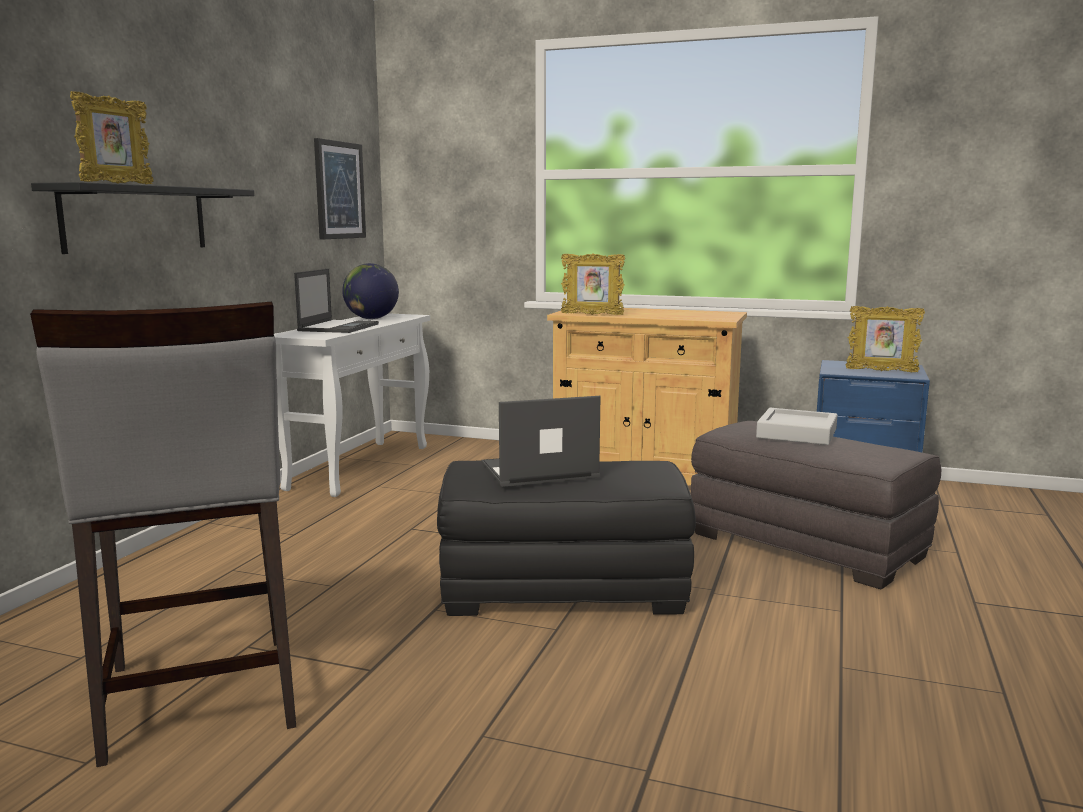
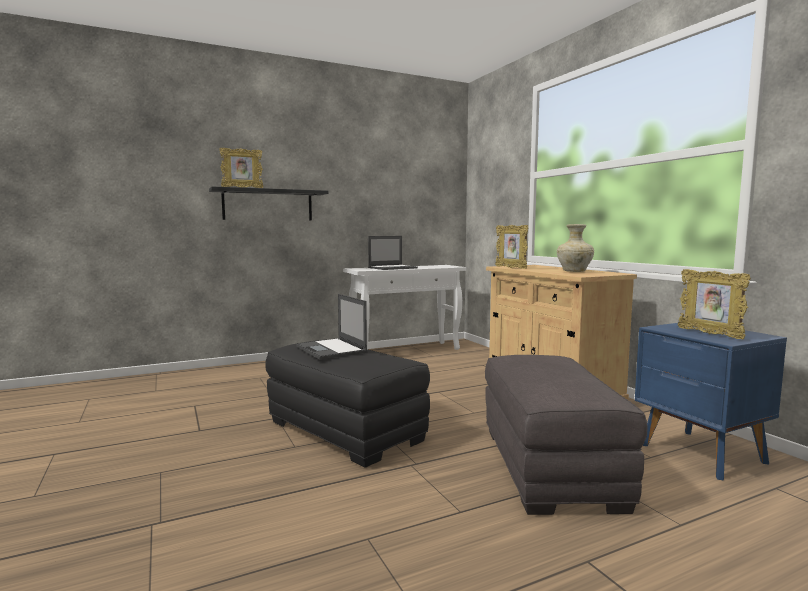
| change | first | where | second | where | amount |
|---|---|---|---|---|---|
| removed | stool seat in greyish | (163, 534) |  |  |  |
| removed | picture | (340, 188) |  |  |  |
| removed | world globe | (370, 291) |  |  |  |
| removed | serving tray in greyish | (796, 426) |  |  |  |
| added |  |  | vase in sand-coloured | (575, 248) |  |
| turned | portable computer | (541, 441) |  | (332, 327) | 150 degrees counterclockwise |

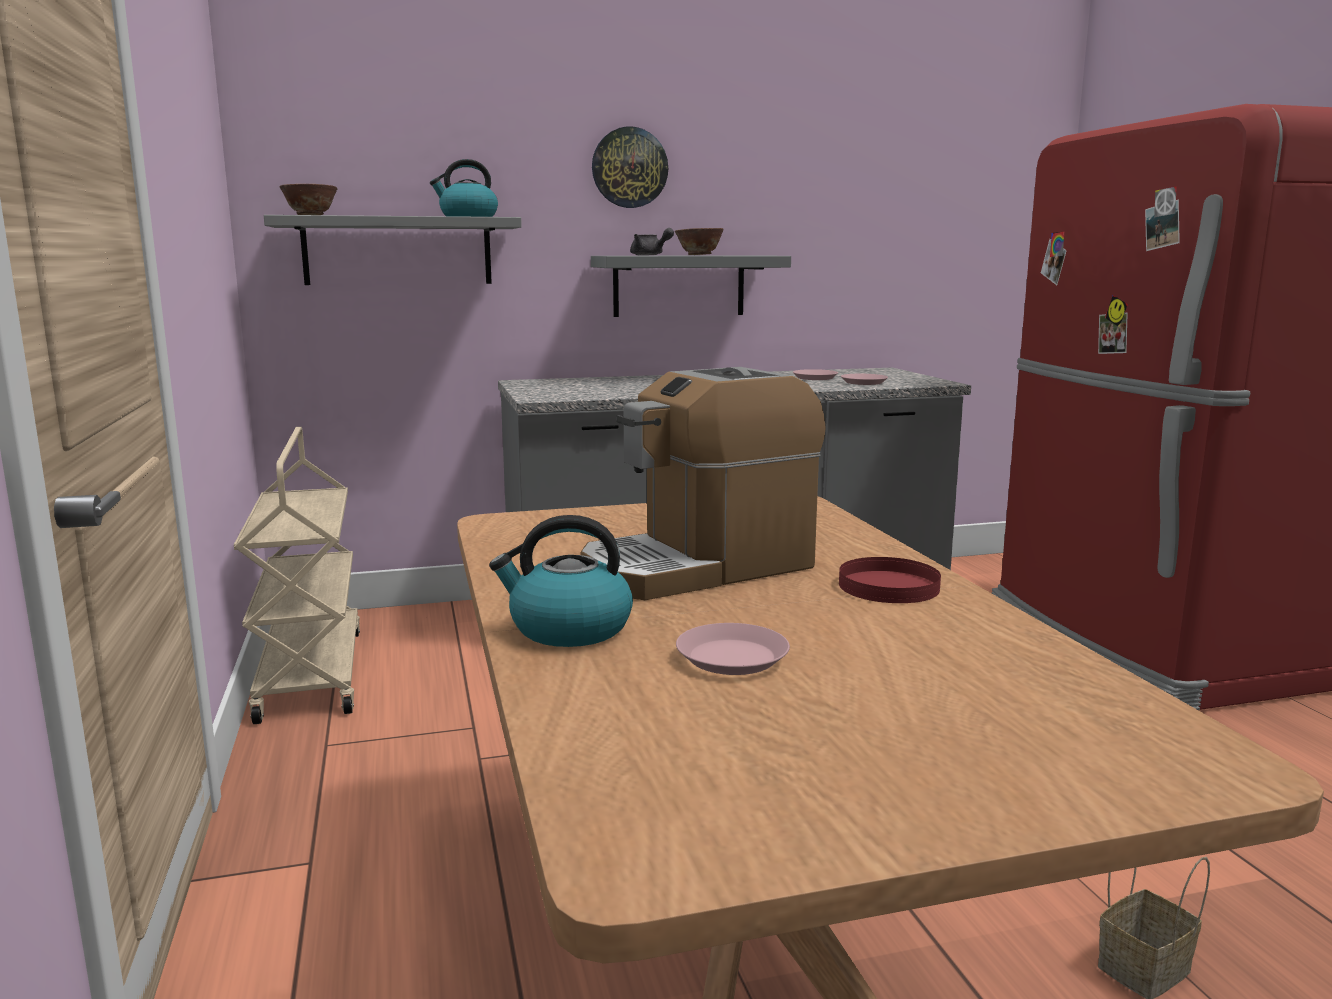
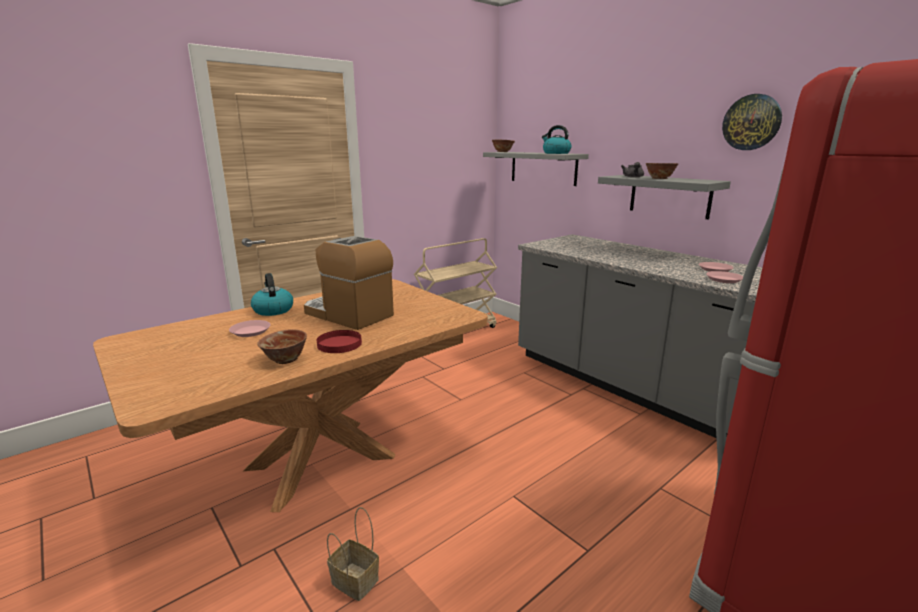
| change | first | where | second | where | amount |
|---|---|---|---|---|---|
| added |  |  | deep dish | (282, 346) |  |
| moved | hanging clock | (630, 167) |  | (752, 122) |  |

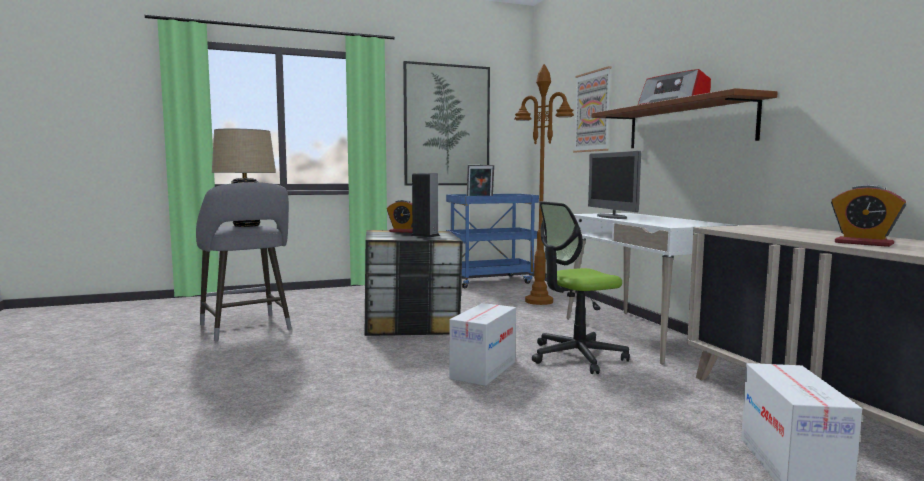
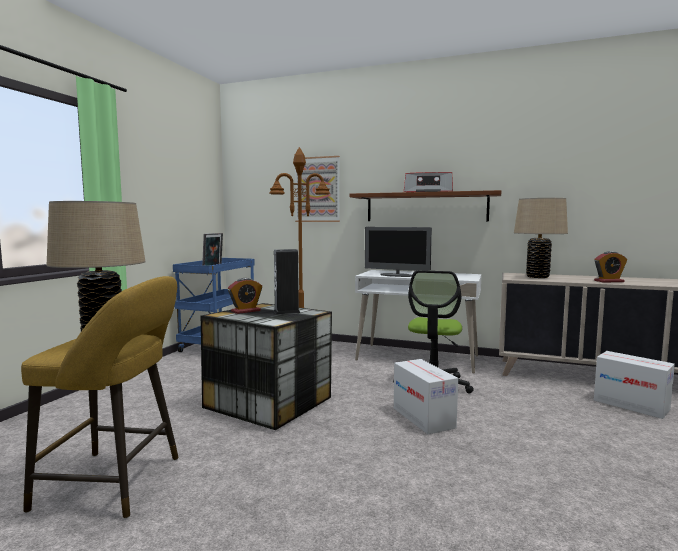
| change | first | where | second | where | amount |
|---|---|---|---|---|---|
| removed | picture | (446, 123) |  |  |  |
| added |  |  | tabletop lamp in sand-coloured | (541, 238) |  |
| recoloured | stool seat in greyish | (244, 262) | stool seat in yellow | (99, 397) |  |

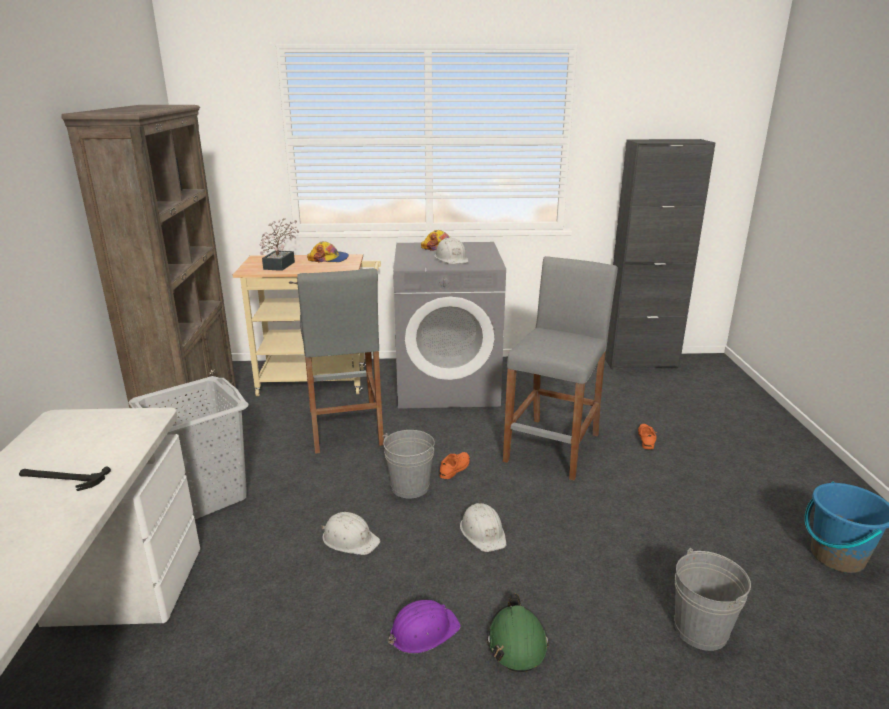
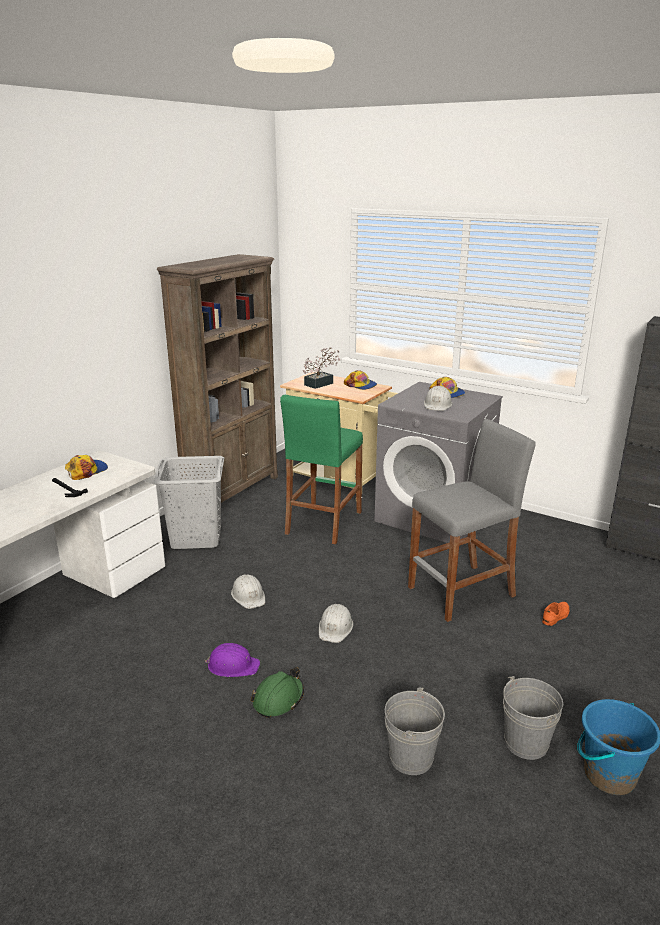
| change | first | where | second | where | amount |
|---|---|---|---|---|---|
| removed | low shoe in orange | (455, 465) |  |  |  |
| added |  |  | cap | (86, 467) |  |
| moved | pail in greyish | (409, 464) |  | (533, 718) |  |
| recoloured | stool seat in greyish | (340, 361) | stool seat in greenish | (321, 469) |  |

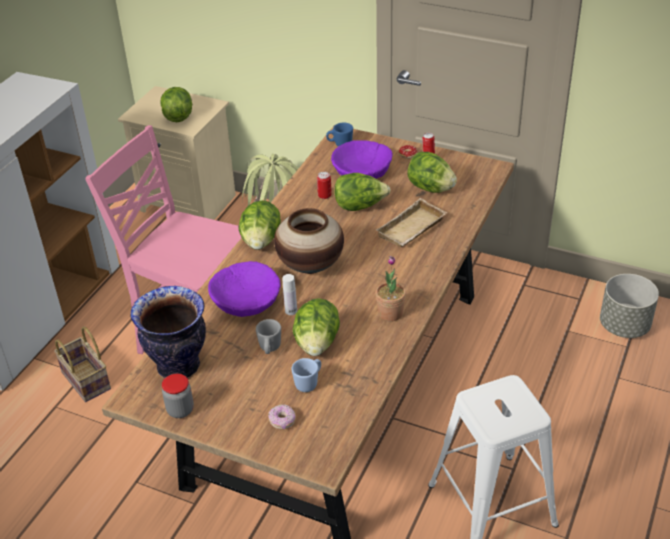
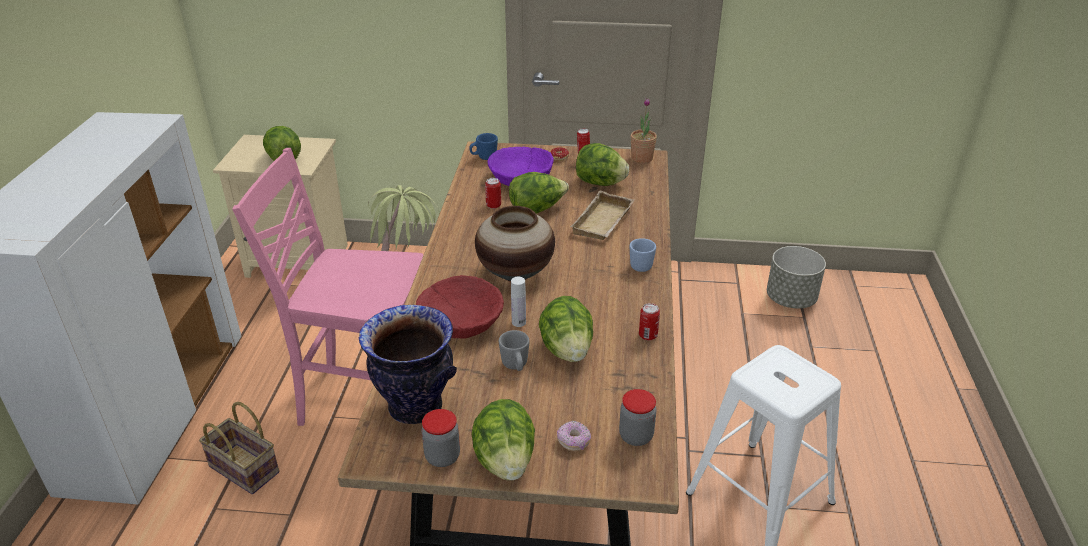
| change | first | where | second | where | amount |
|---|---|---|---|---|---|
| added |  |  | preserve jar | (638, 417) |  |
| added |  |  | metal can | (649, 322) |  |
| moved | head of lettuce | (260, 225) |  | (503, 440) |  |
| moved | coffee mug in bluish | (306, 375) |  | (643, 255) |  |
| moved | potted plant | (391, 288) |  | (643, 130) |  |
| recoloured | deep dish in purple | (244, 289) | deep dish in red-coloured | (460, 307) |  |

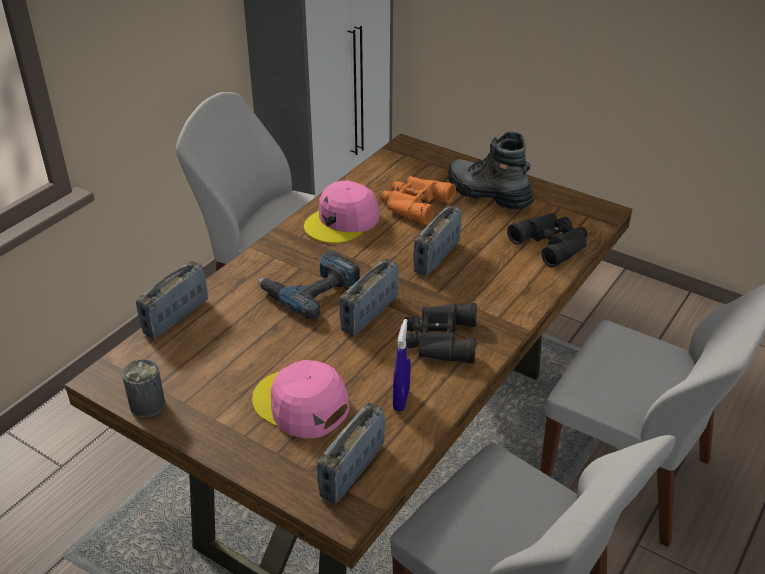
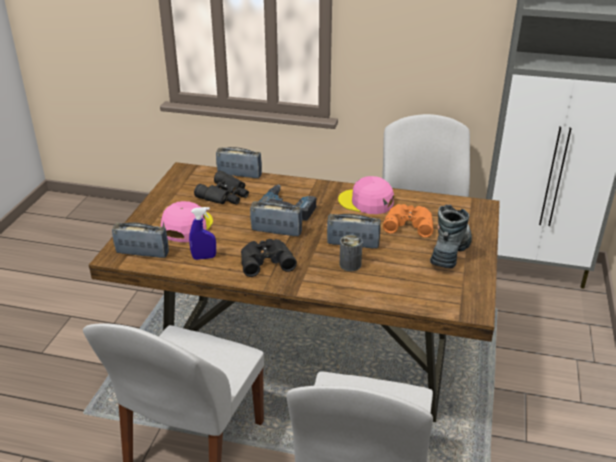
| change | first | where | second | where | amount |
|---|---|---|---|---|---|
| moved | metal can | (143, 388) |  | (351, 253) |  |
| moved | pair of binoculars in black-coloured | (547, 240) |  | (221, 187) |  |

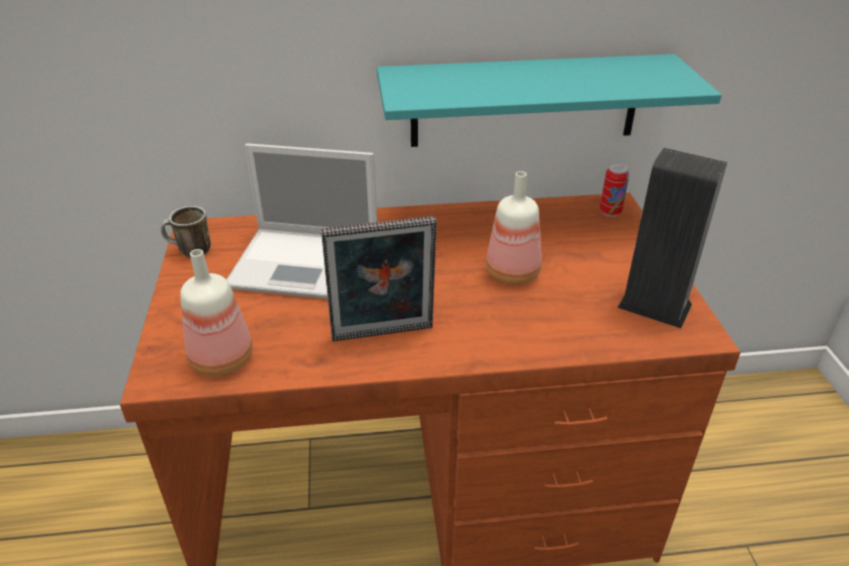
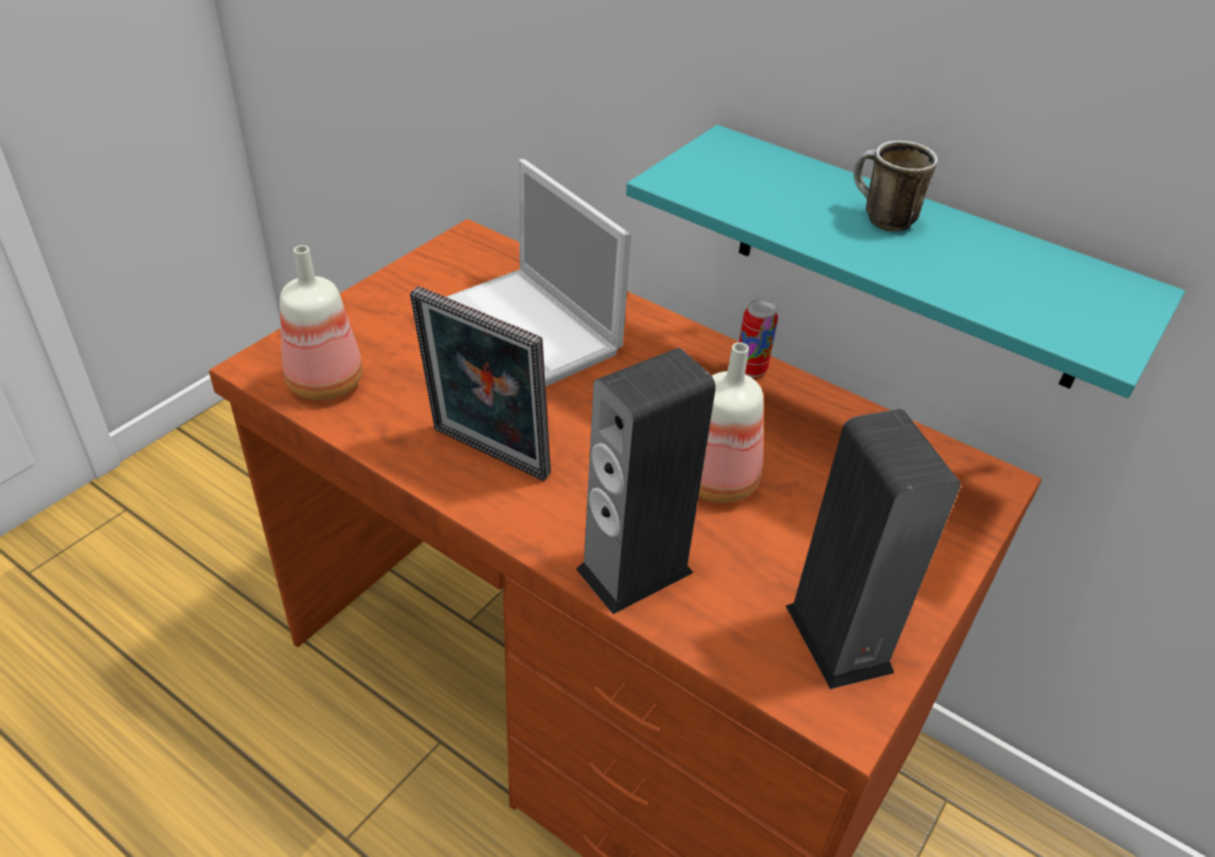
| change | first | where | second | where | amount |
|---|---|---|---|---|---|
| added |  |  | audio speaker | (646, 481) |  |
| moved | coffee mug | (186, 232) |  | (896, 186) |  |
| moved | metal can | (614, 190) |  | (758, 338) |  |

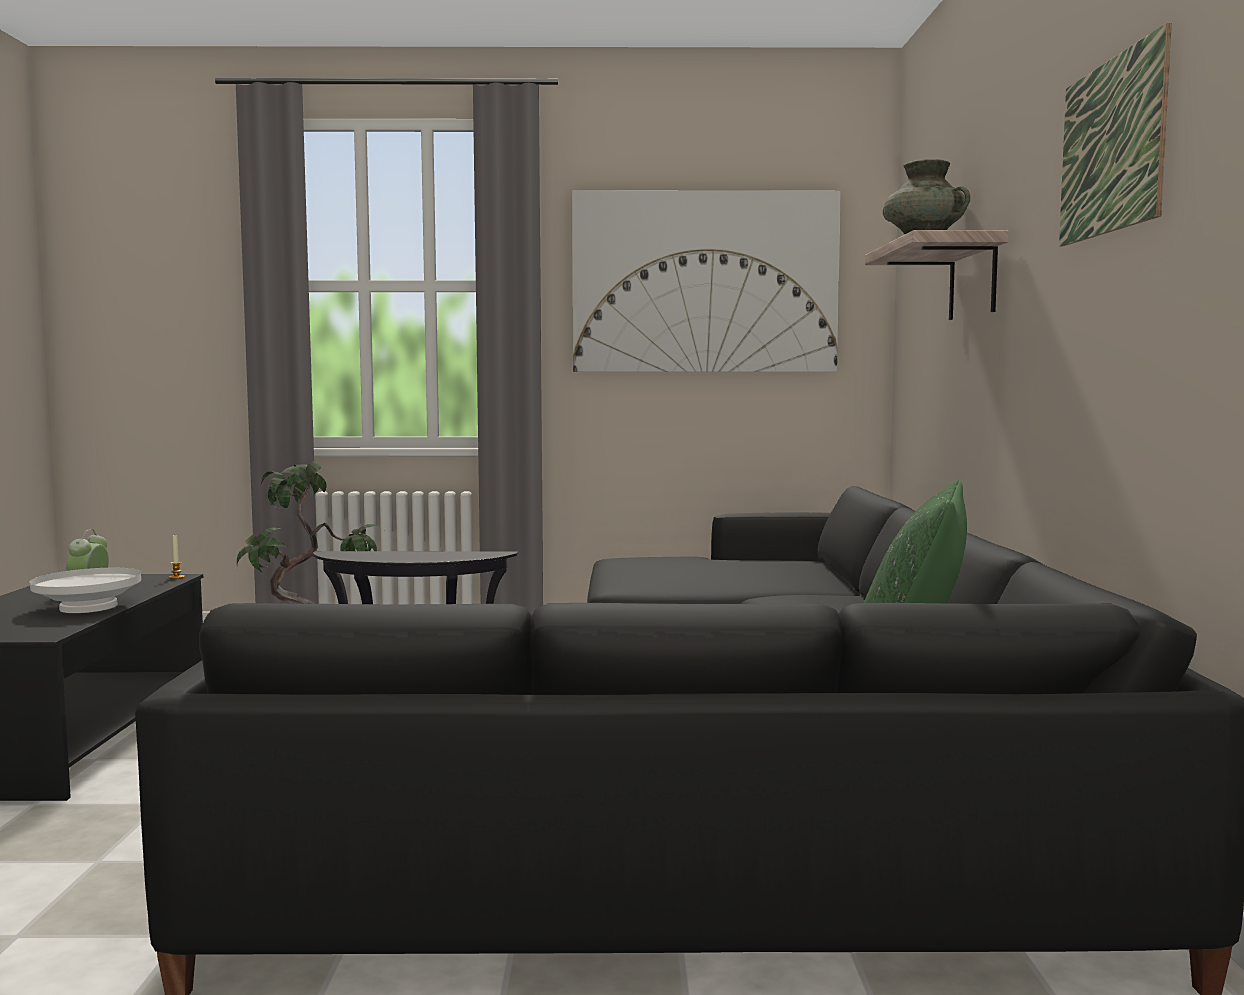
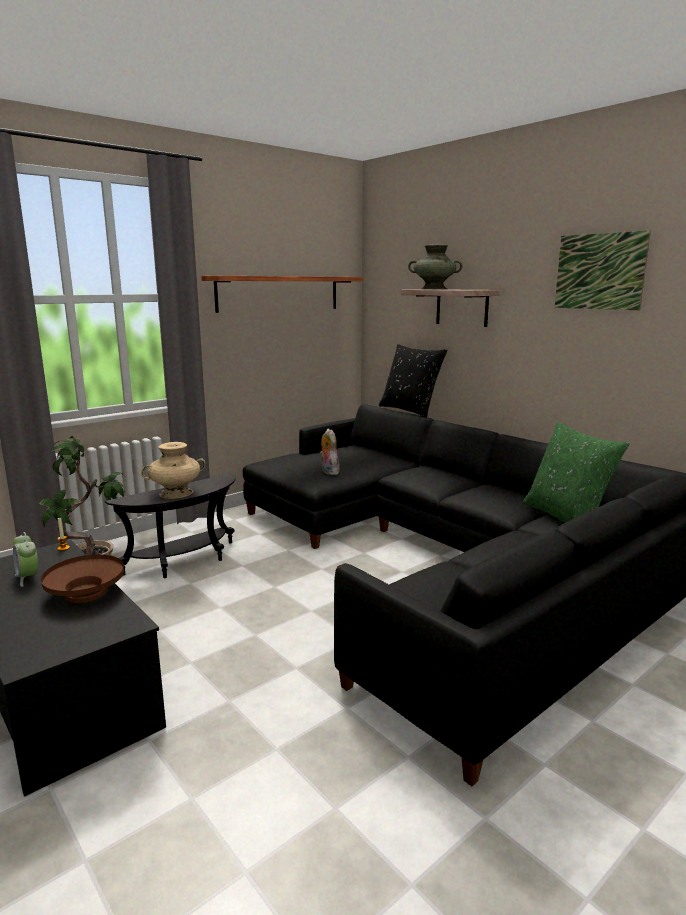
| change | first | where | second | where | amount |
|---|---|---|---|---|---|
| added |  |  | vase in sand-coloured | (173, 470) |  |
| added |  |  | soft toy | (329, 452) |  |
| added |  |  | cushion in black-coloured | (413, 381) |  |
| replaced | picture | (706, 281) | shelf | (282, 294) |  |
| recoloured | deep dish in whitish | (85, 590) | deep dish in brown | (82, 578) |  |

